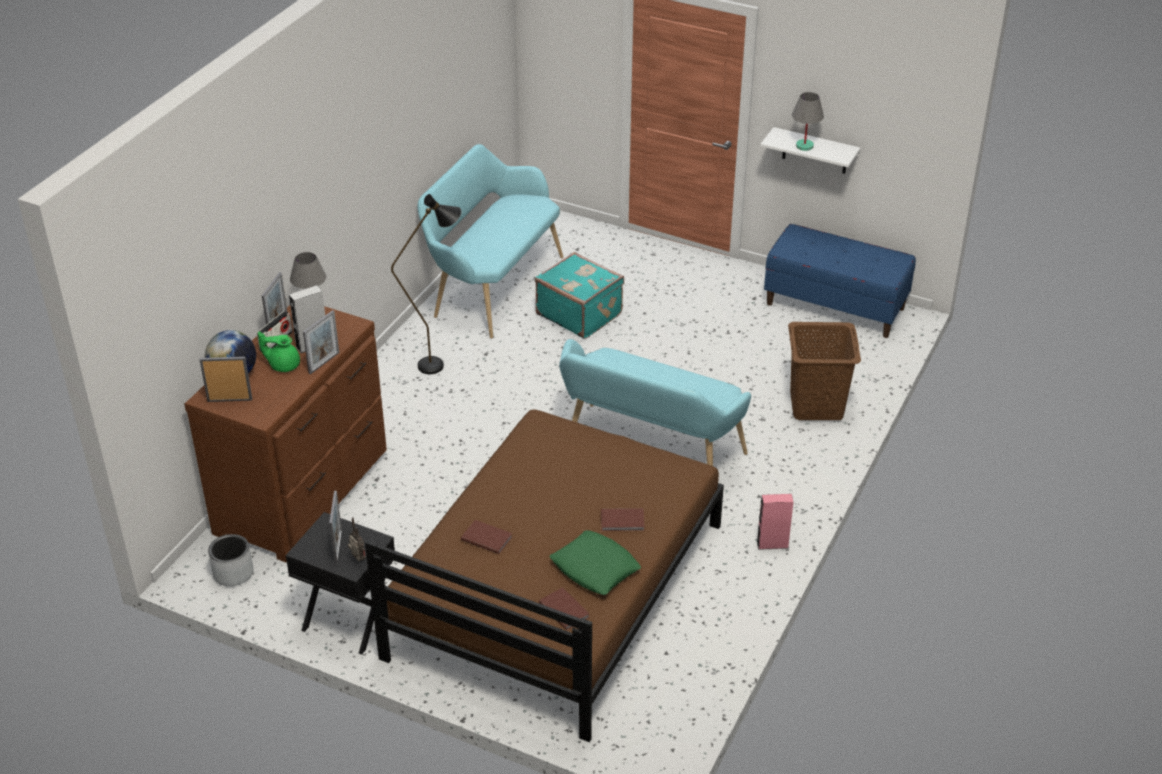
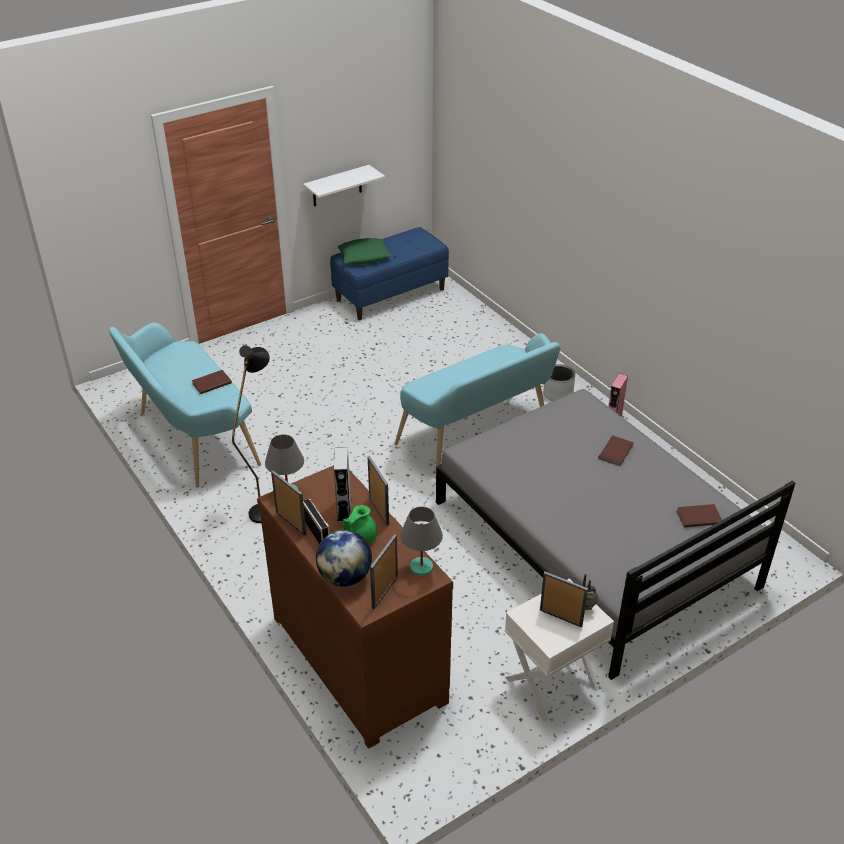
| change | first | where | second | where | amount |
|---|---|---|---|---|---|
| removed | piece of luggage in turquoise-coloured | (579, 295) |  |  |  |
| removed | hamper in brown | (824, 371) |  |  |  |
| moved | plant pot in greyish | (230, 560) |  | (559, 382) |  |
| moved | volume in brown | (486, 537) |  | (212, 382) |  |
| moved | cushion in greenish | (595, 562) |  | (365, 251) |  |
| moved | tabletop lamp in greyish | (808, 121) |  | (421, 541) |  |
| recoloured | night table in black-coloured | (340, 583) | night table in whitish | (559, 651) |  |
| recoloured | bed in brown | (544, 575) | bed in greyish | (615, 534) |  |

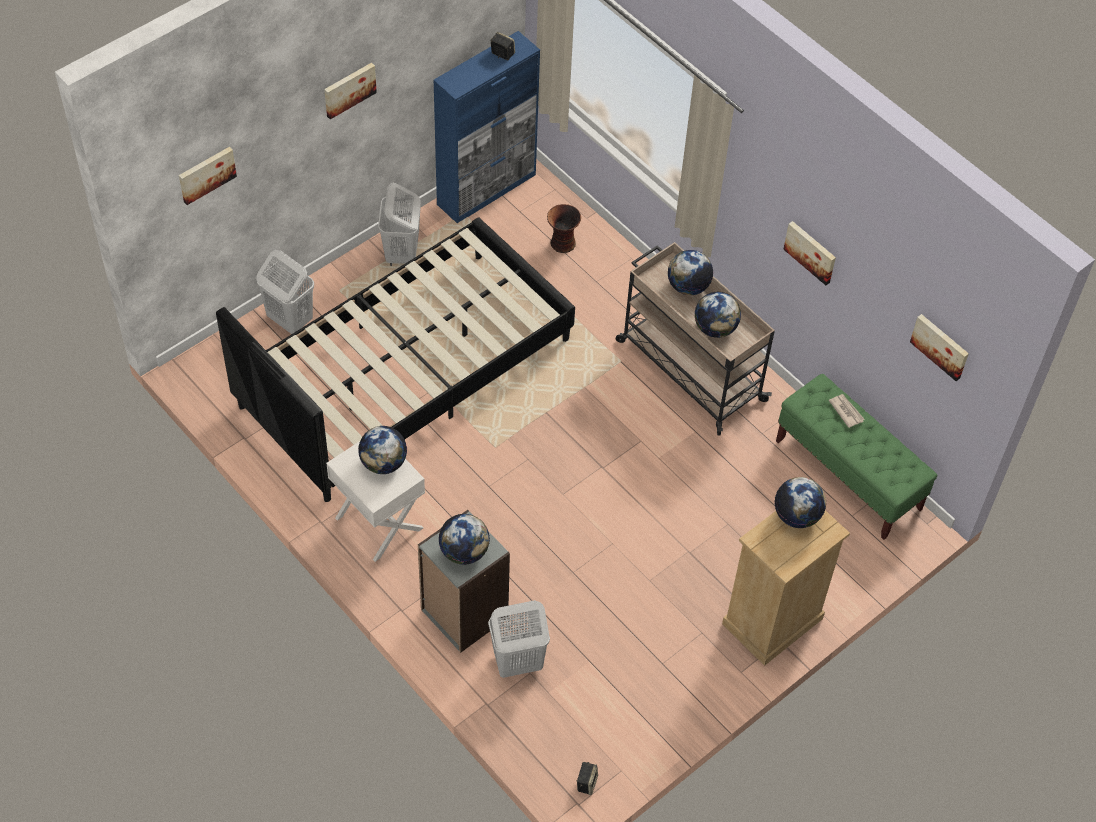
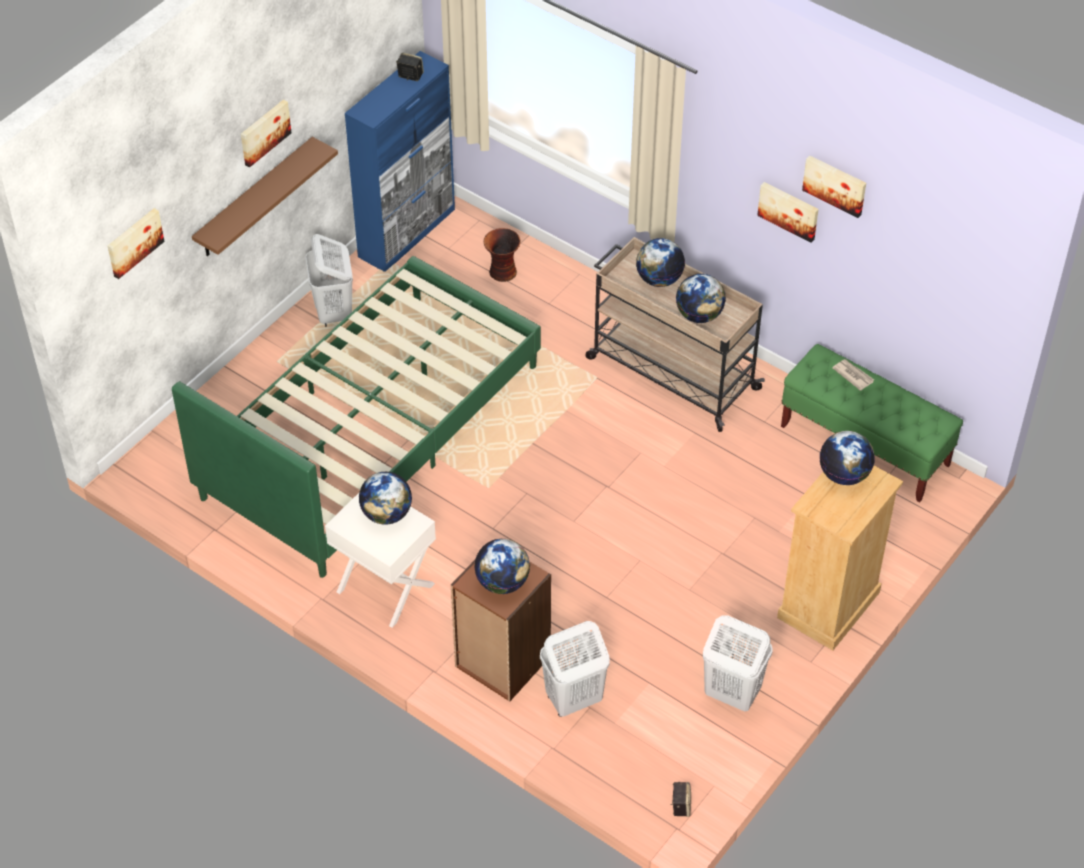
| change | first | where | second | where | amount |
|---|---|---|---|---|---|
| added |  |  | shelf in brown | (265, 196) |  |
| moved | hamper in whitish | (285, 292) |  | (738, 663) |  |
| moved | picture | (939, 347) |  | (834, 186) |  |
| recoloured | bed in black-coloured | (395, 359) | bed in greenish | (356, 417) |  |
| recoloured | shelving unit in greyish | (464, 581) | shelving unit in brown | (501, 631) |  |

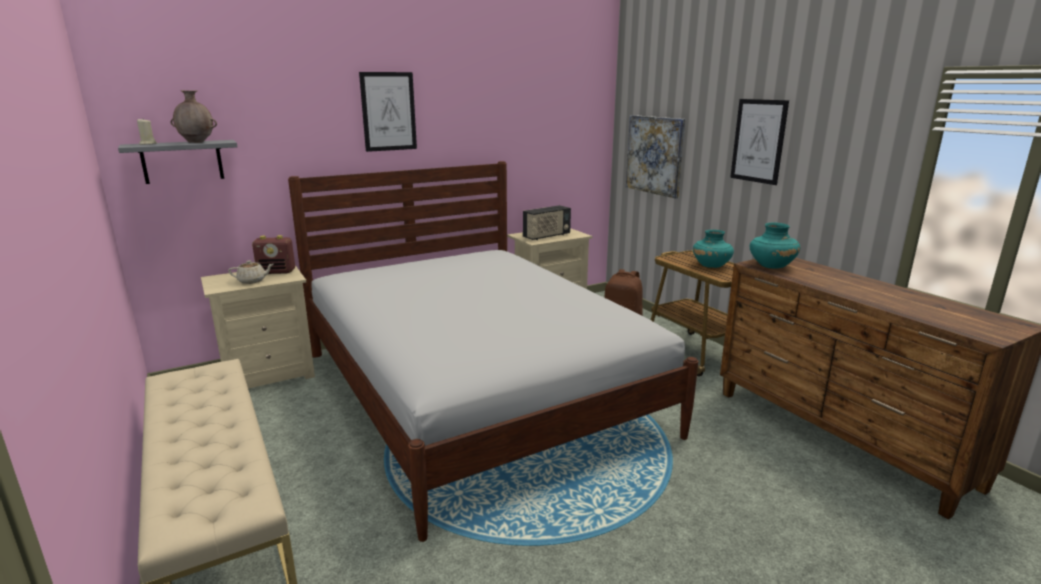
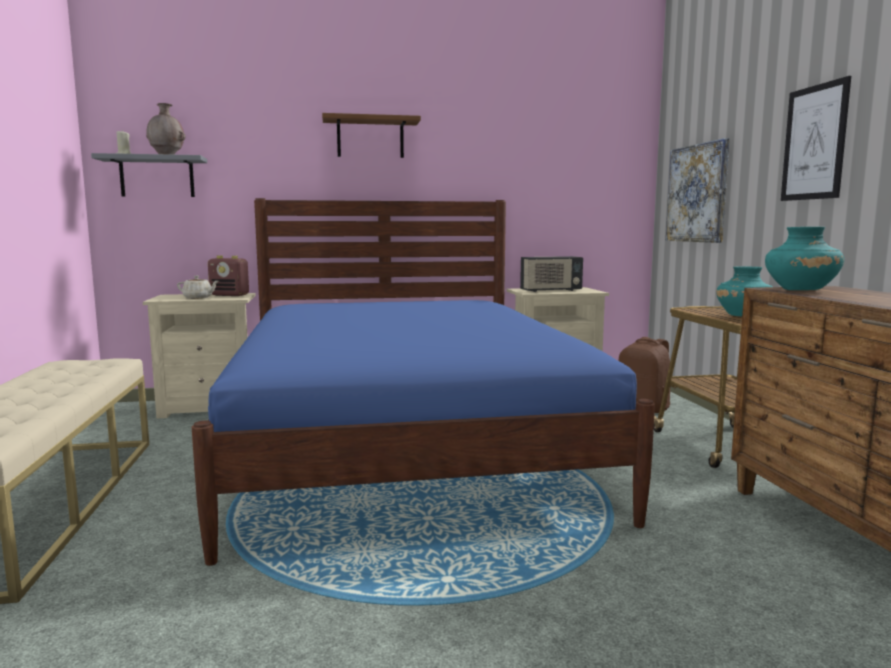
| change | first | where | second | where | amount |
|---|---|---|---|---|---|
| replaced | picture | (388, 112) | shelf in brown | (371, 135) |  |
| recoloured | bed in whitish | (493, 351) | bed in bluish | (423, 382) |  |

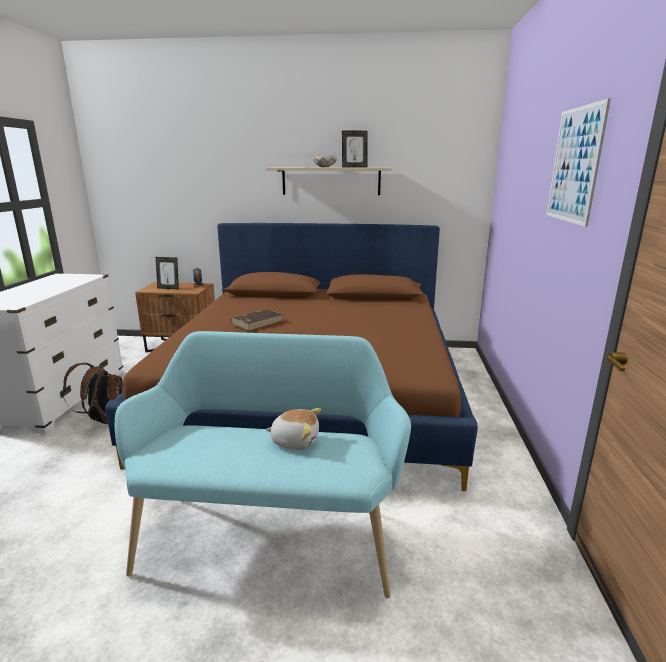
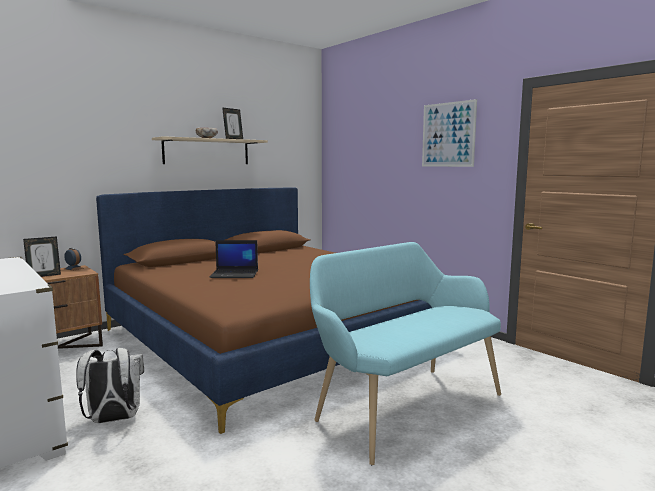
| change | first | where | second | where | amount |
|---|---|---|---|---|---|
| removed | soft toy | (293, 429) |  |  |  |
| replaced | volume in brown | (257, 320) | portable computer | (233, 259) |  |
| recoloured | backpack in brown | (93, 393) | backpack in whitish | (110, 385) |  |

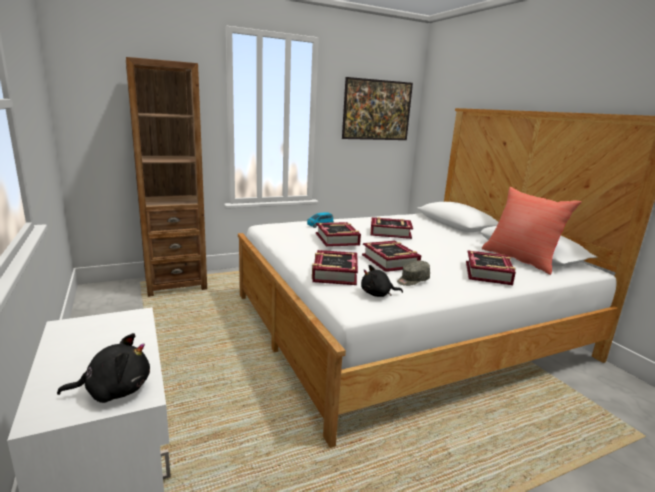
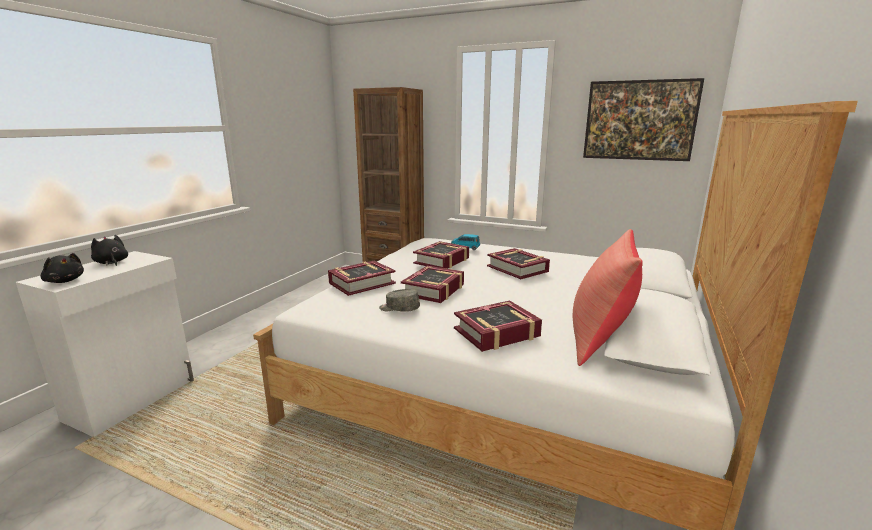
| change | first | where | second | where | amount |
|---|---|---|---|---|---|
| moved | soft toy in black-coloured | (382, 281) |  | (109, 250) |  |

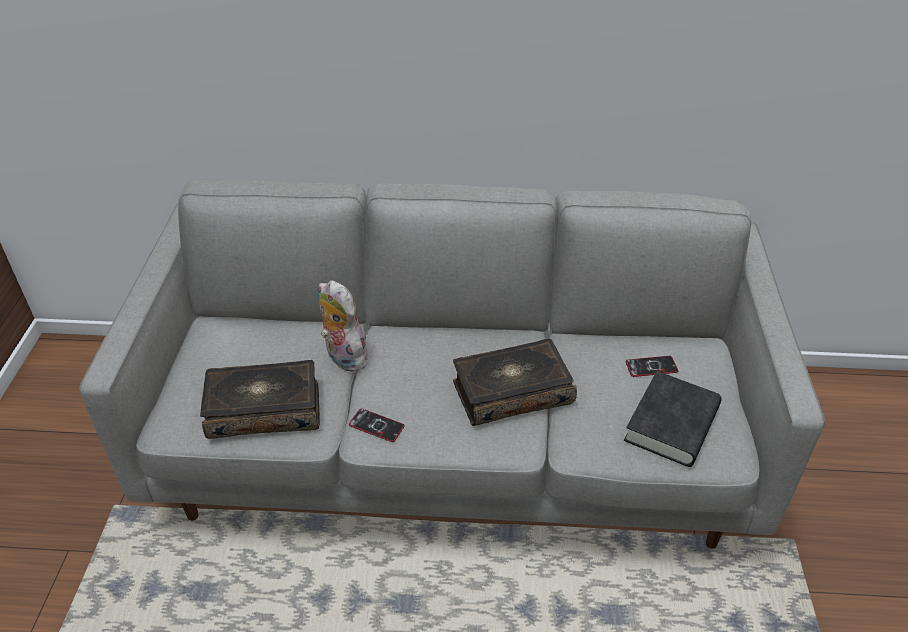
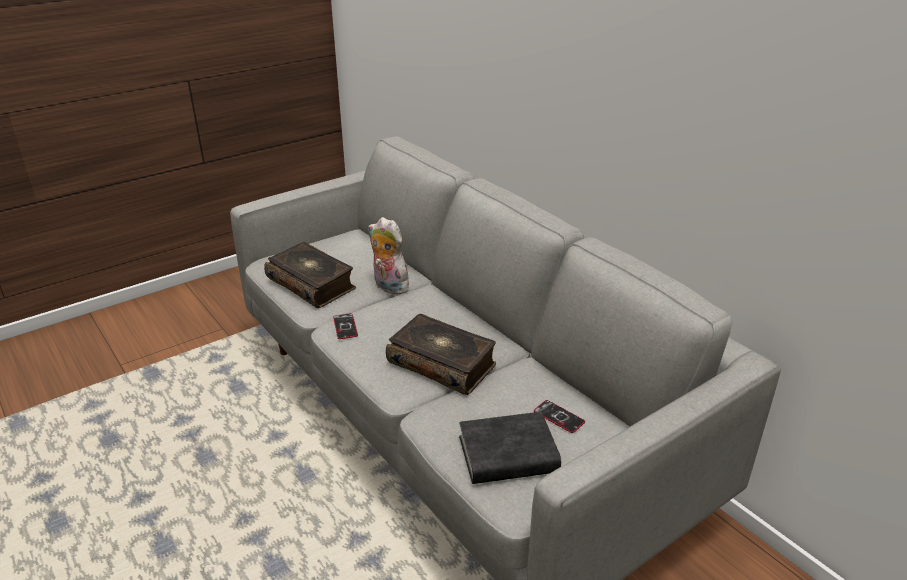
| change | first | where | second | where | amount |
|---|---|---|---|---|---|
| turned | soft toy | (343, 326) |  | (389, 256) | 60 degrees counterclockwise |

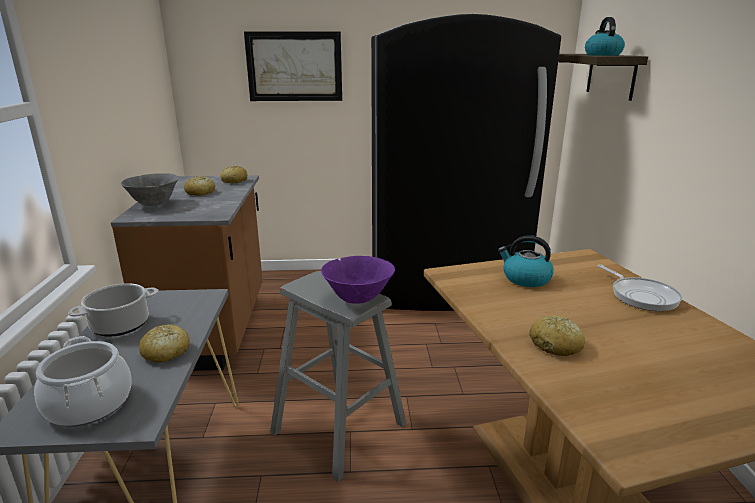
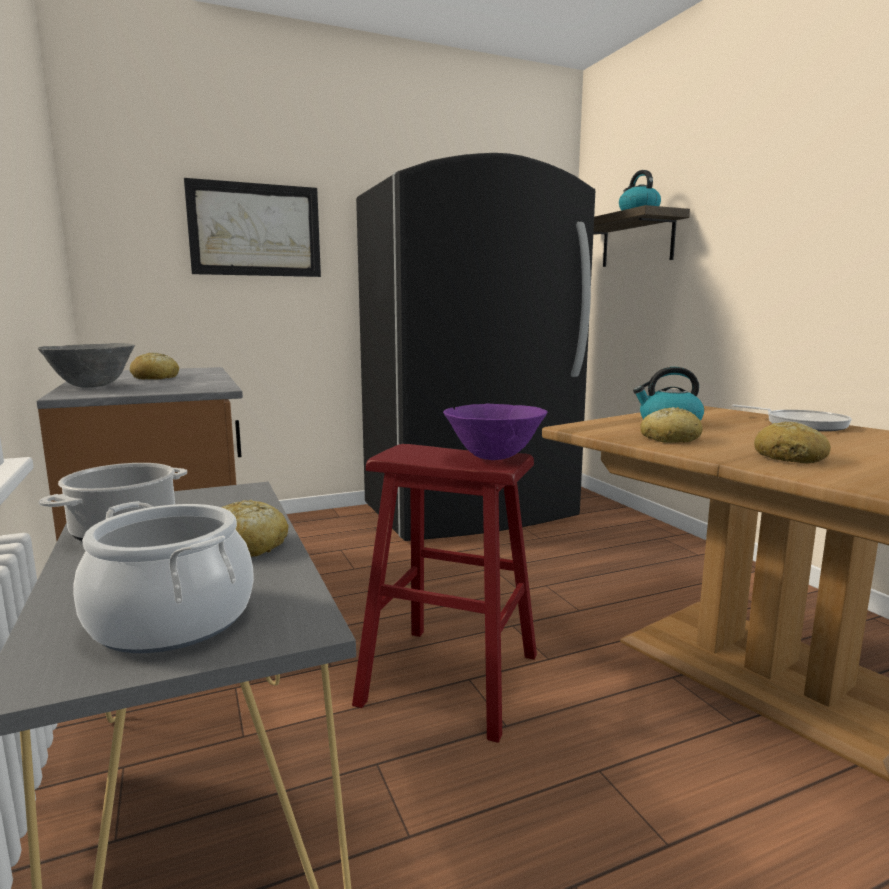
| change | first | where | second | where | amount |
|---|---|---|---|---|---|
| moved | baked bread | (233, 174) |  | (671, 425) |  |
| recoloured | stool seat in greyish | (338, 376) | stool seat in red-coloured | (444, 593) |  |

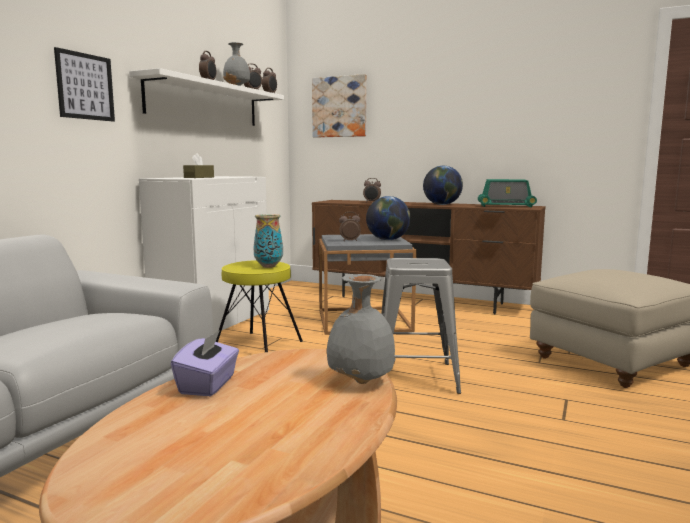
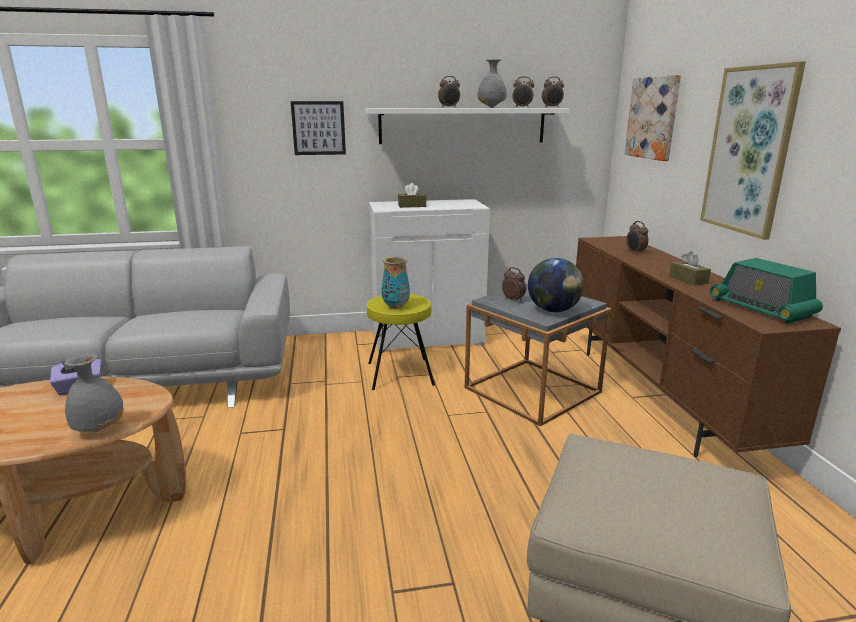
| change | first | where | second | where | amount |
|---|---|---|---|---|---|
| removed | stool seat in greyish | (421, 326) |  |  |  |
| added |  |  | picture | (753, 150) |  |
| replaced | world globe | (443, 185) | box of tissues in brown | (690, 268) |  |

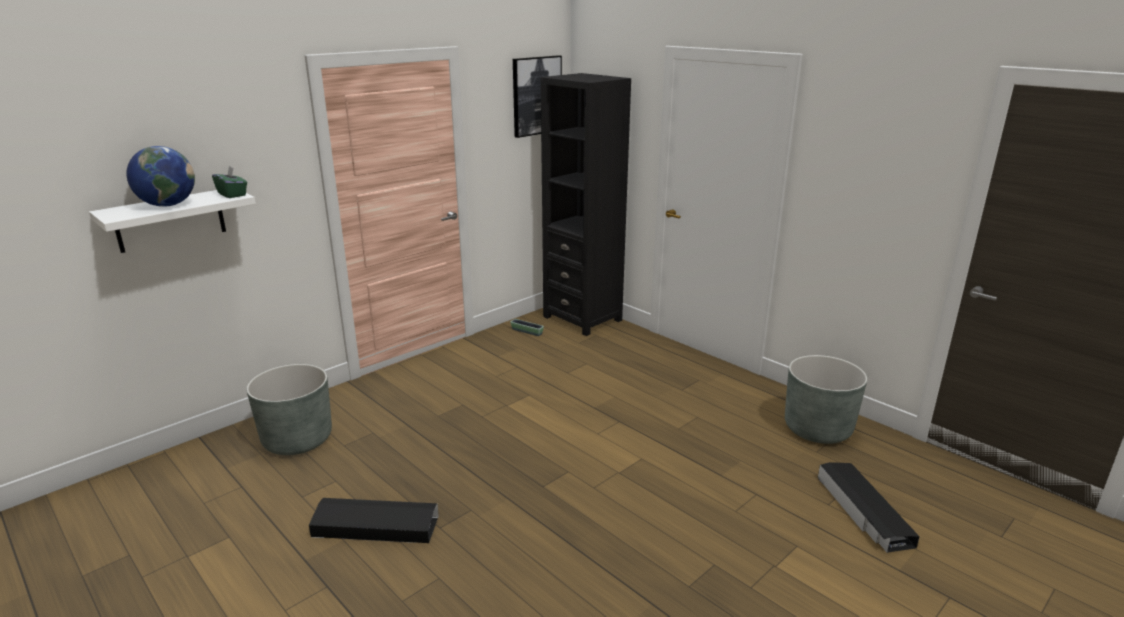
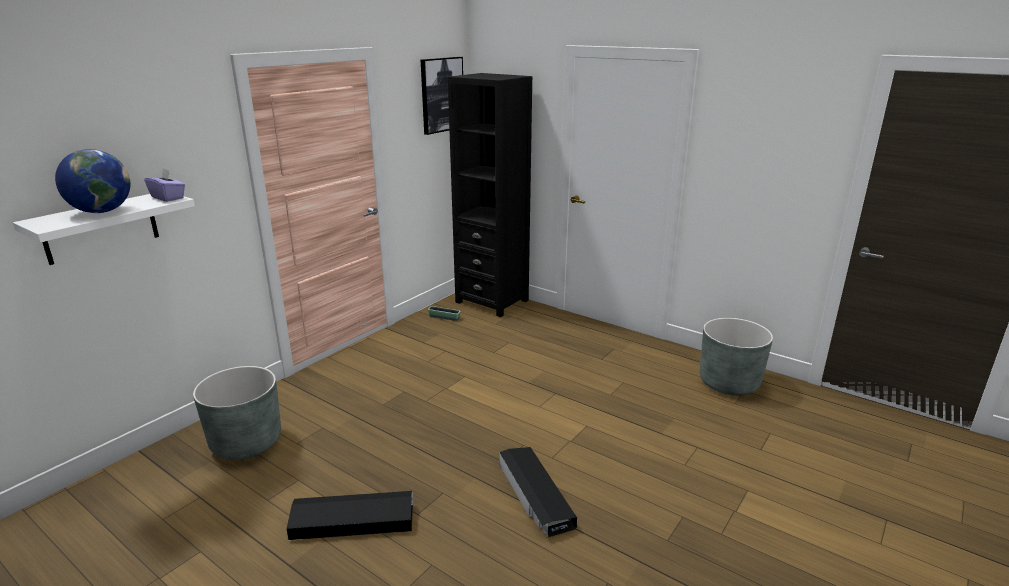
| change | first | where | second | where | amount |
|---|---|---|---|---|---|
| moved | storage container in black-coloured | (869, 507) |  | (538, 492) |  |
| recoloured | box of tissues in greenish | (229, 182) | box of tissues in purple | (164, 185) |  |

